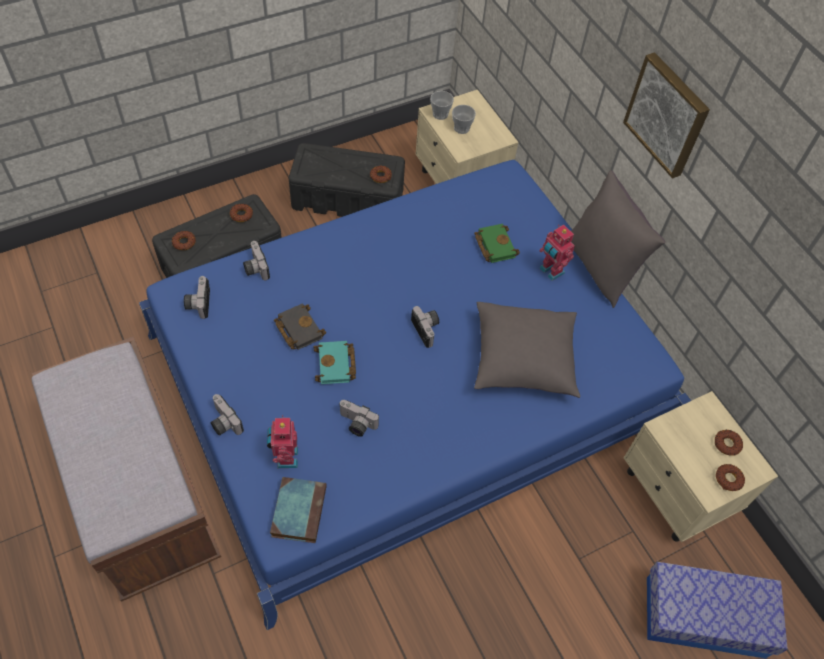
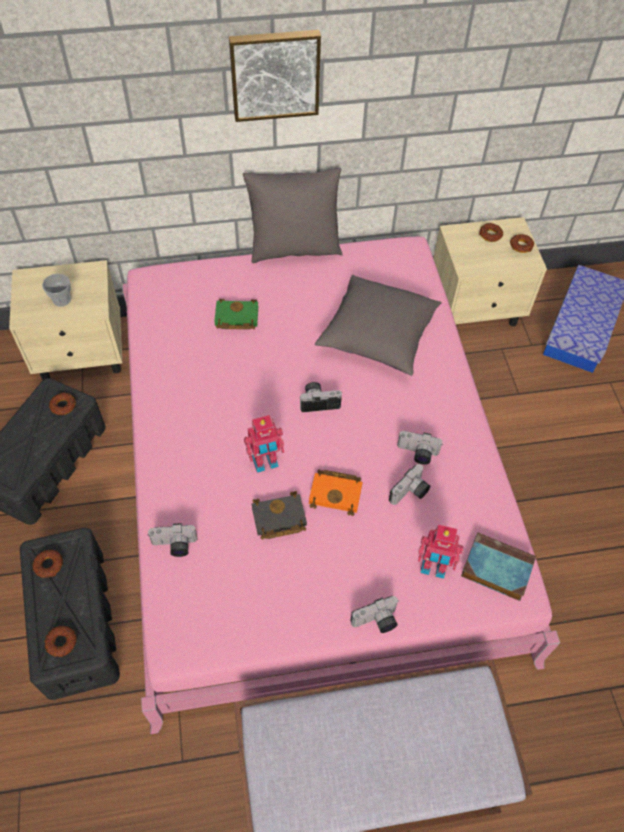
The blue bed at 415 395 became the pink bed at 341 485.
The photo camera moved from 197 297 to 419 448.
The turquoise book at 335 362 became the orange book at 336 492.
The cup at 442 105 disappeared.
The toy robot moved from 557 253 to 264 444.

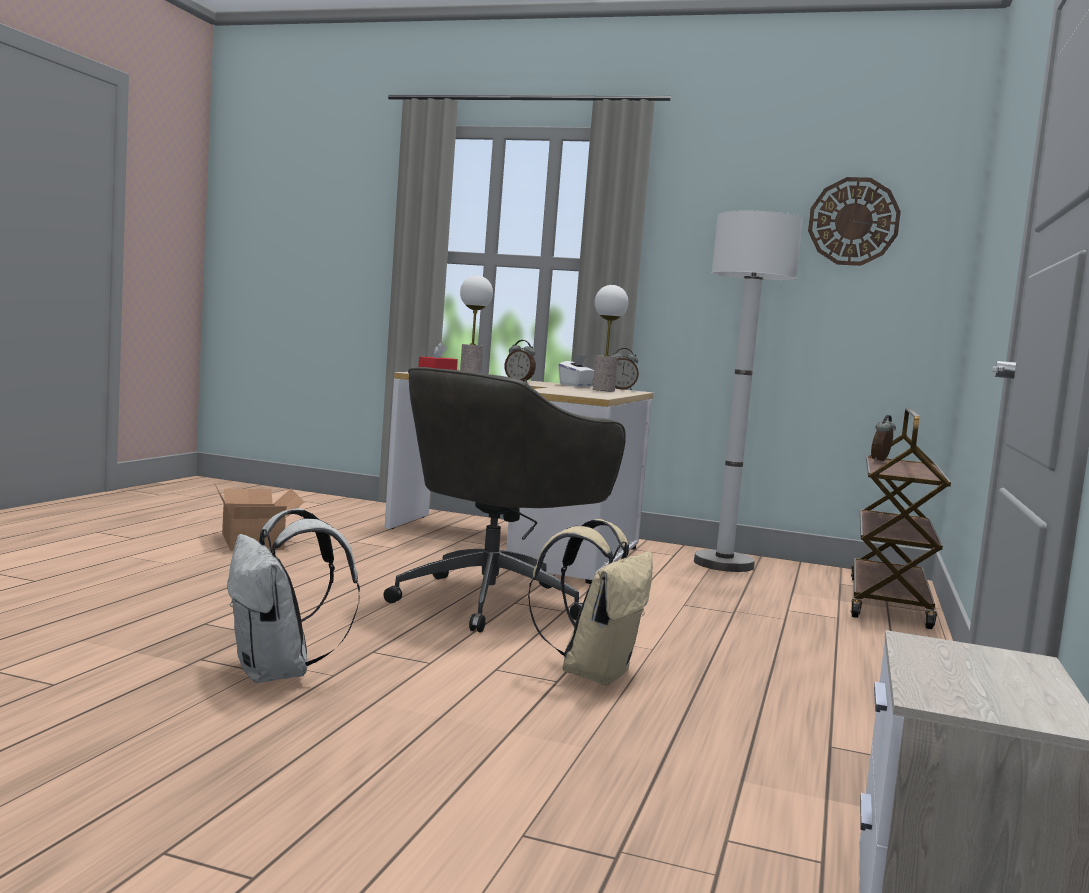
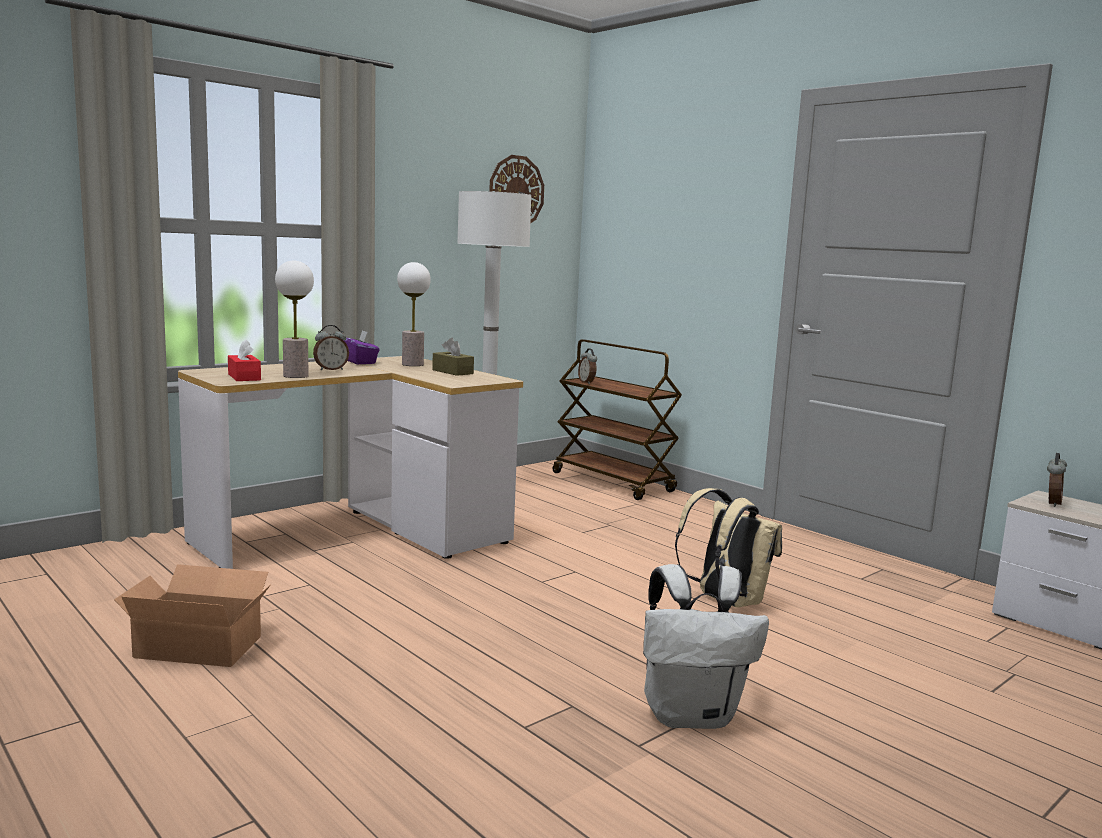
The grey office chair at 504 500 disappeared.
The white tissue box at 576 371 became the purple tissue box at 361 347.
The alarm clock moved from 625 369 to 1057 480.
The brown tissue box at 453 357 appeared.

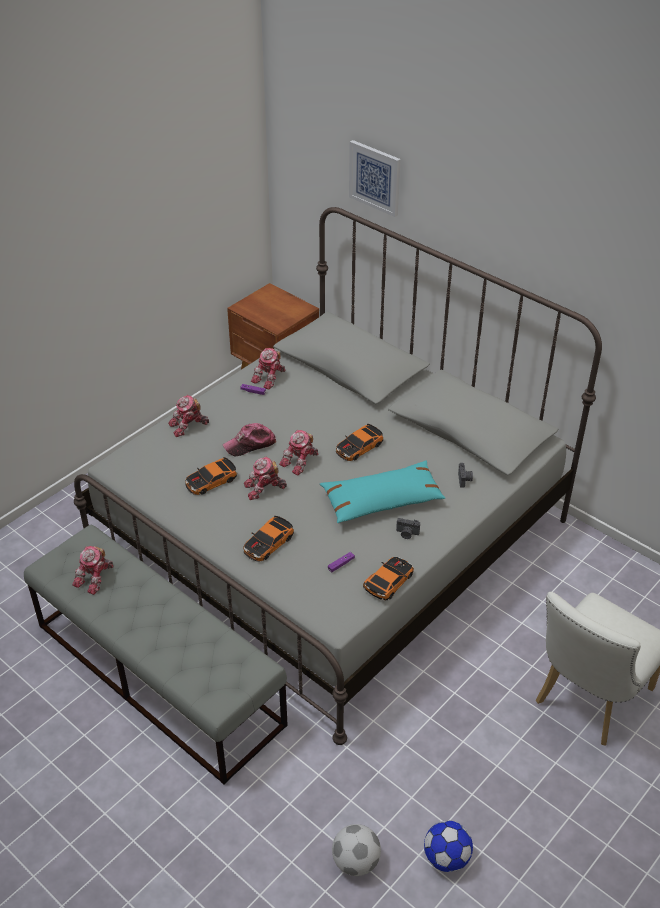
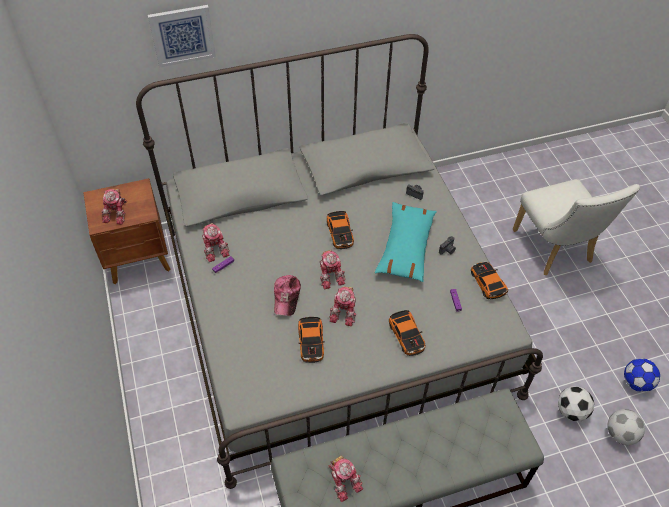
The toy robot moved from 188 416 to 114 207.
The football at 576 403 appeared.

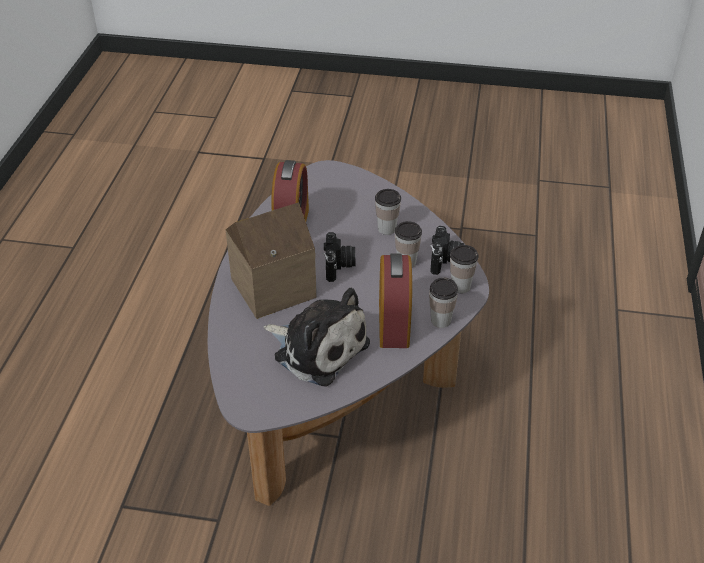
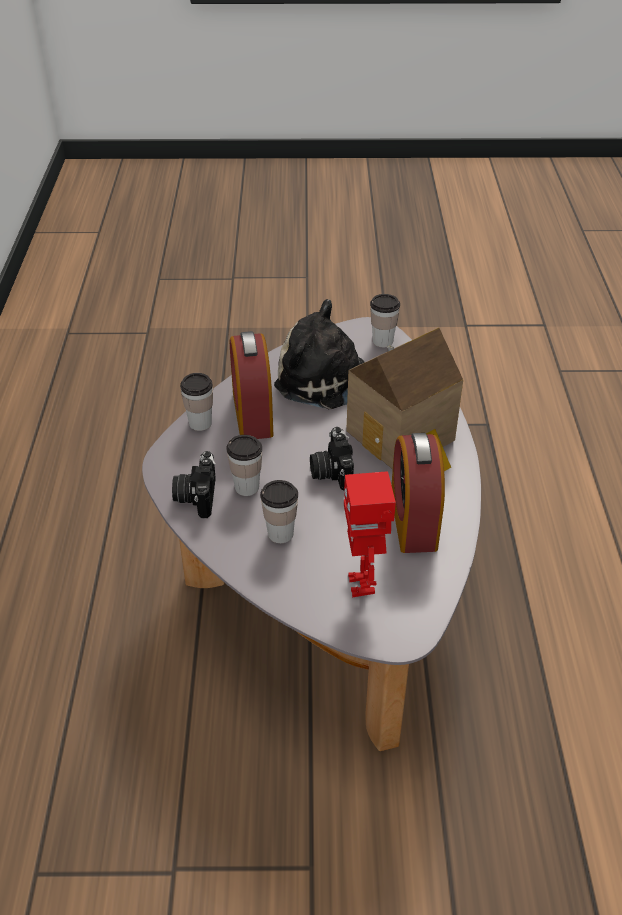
The cup moved from 464 269 to 385 320.
The toy robot at 370 534 appeared.

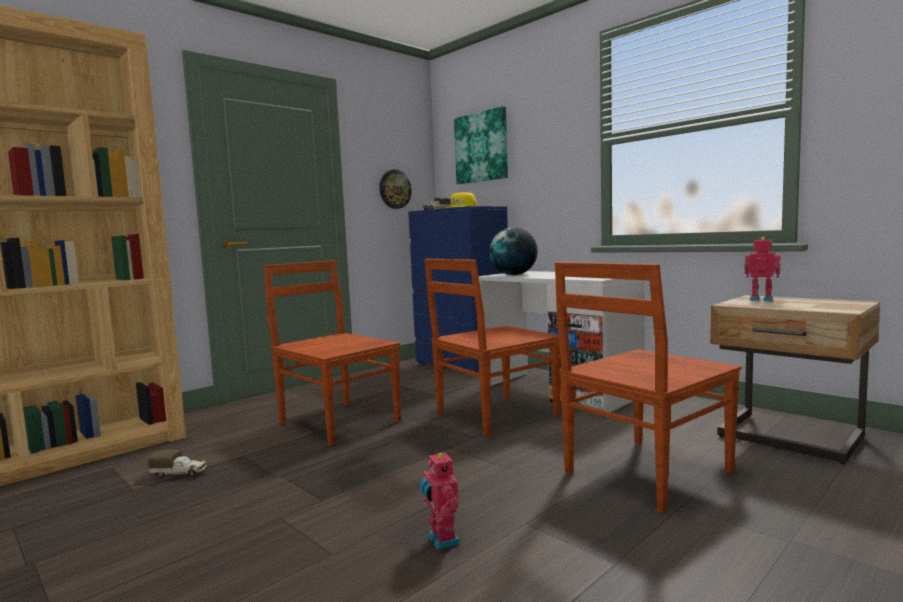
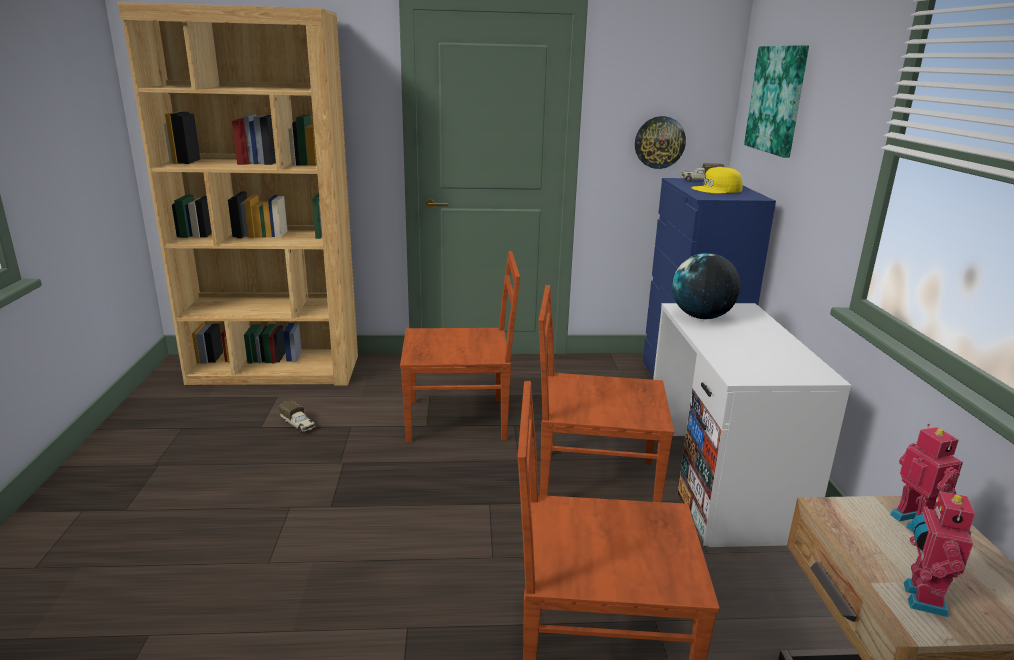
The brown chair at 332 352 turned 90 degrees clockwise.
The toy robot moved from 440 500 to 939 552.

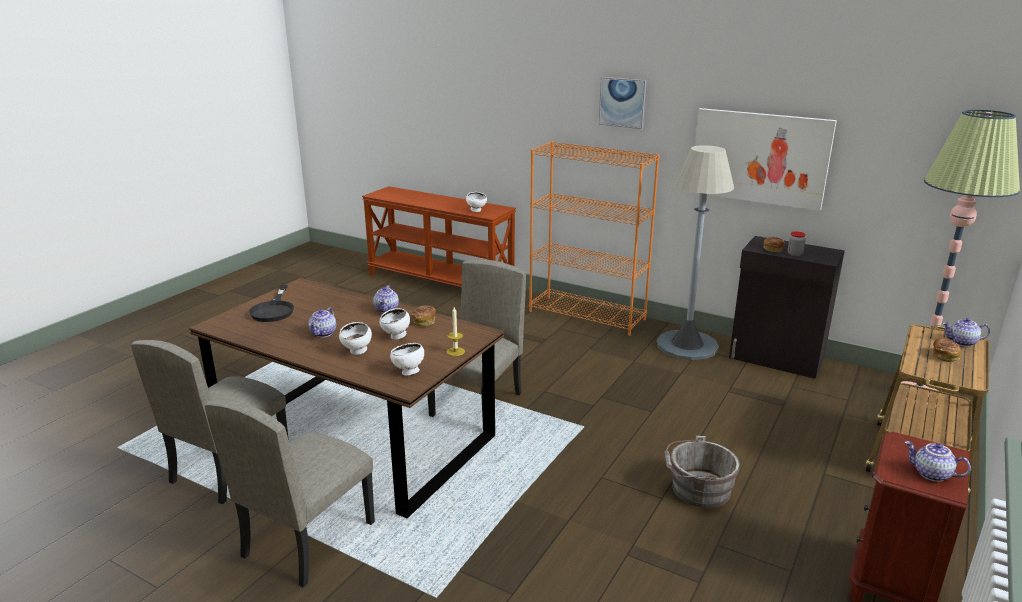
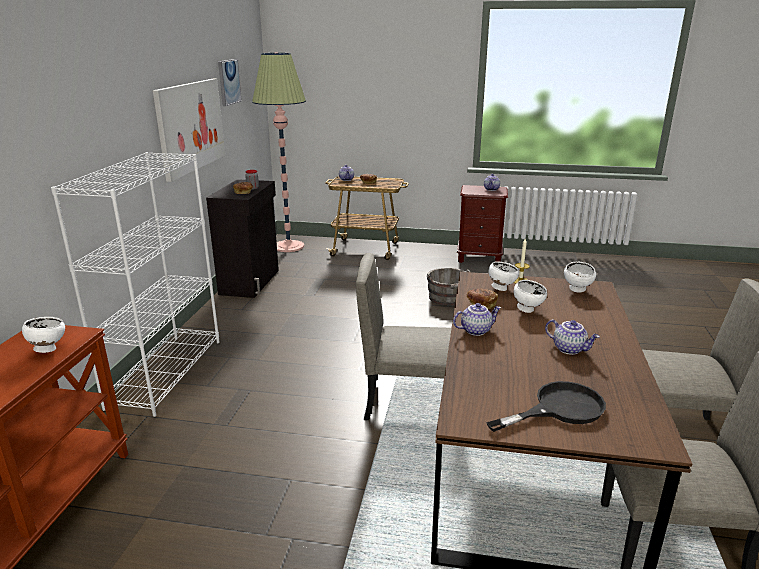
The teapot at 322 322 turned 45 degrees clockwise.
The white bowl moved from 355 338 to 504 276.
The orange bookcase at 594 238 became the white bookcase at 135 284.
The picture moved from 622 103 to 230 82.
The grey floor lamp at 695 252 disappeared.

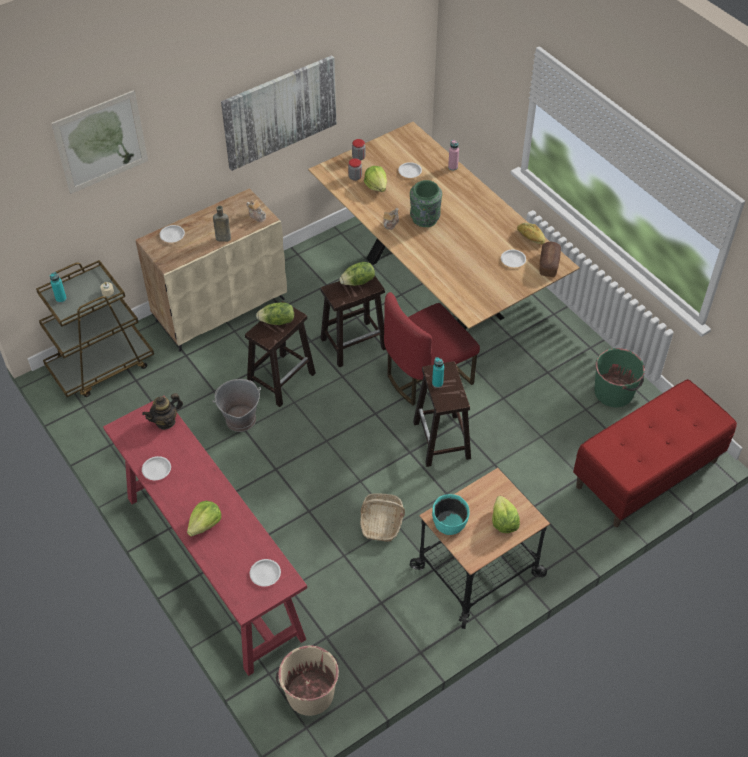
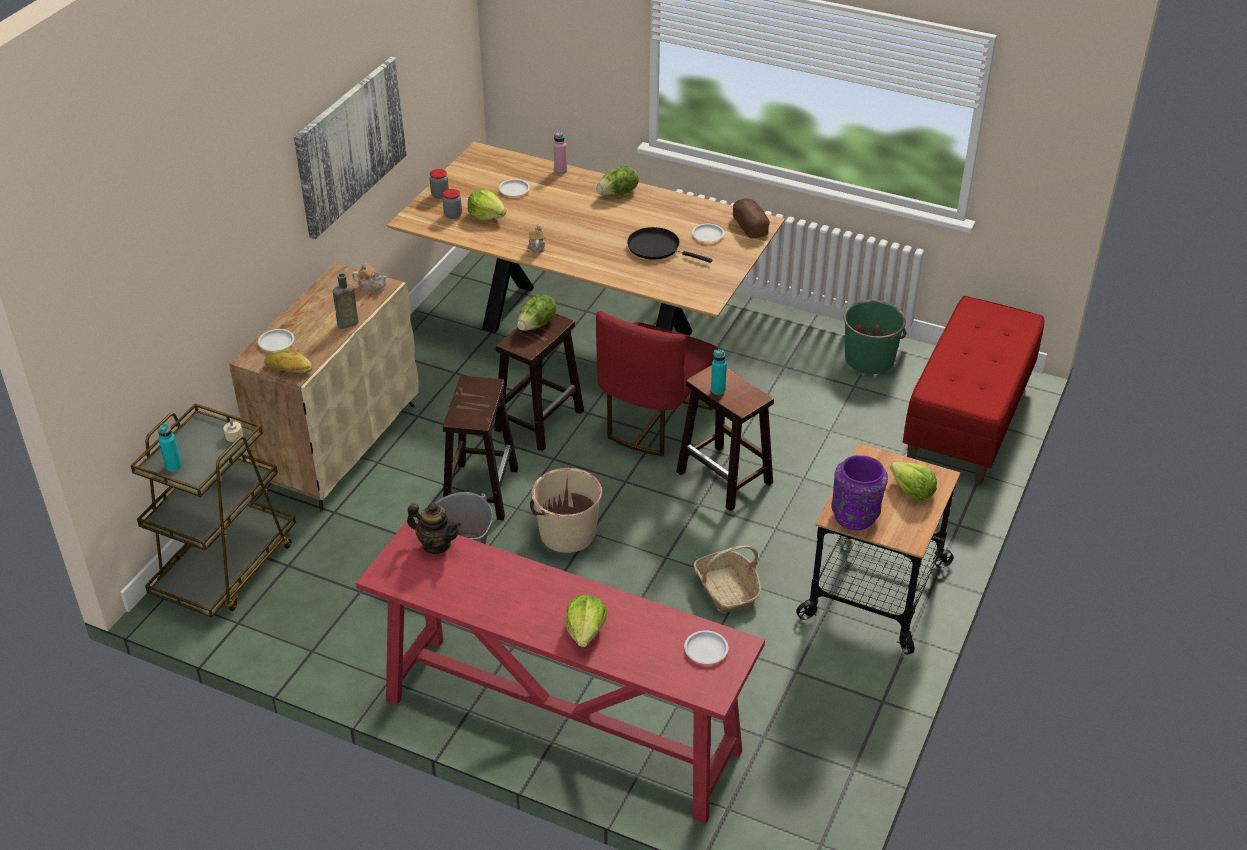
The picture at 99 142 disappeared.
The teapot at 162 411 turned 90 degrees counterclockwise.
The white plate at 156 468 disappeared.
The lettuce moved from 275 313 to 617 181.
The beige bucket moved from 307 681 to 566 510.
The green vase at 426 203 disappeared.
The turquoise bowl at 451 514 was replaced by the purple vase at 859 492.
The bread moved from 531 233 to 288 360.
The black frying pan at 669 245 appeared.

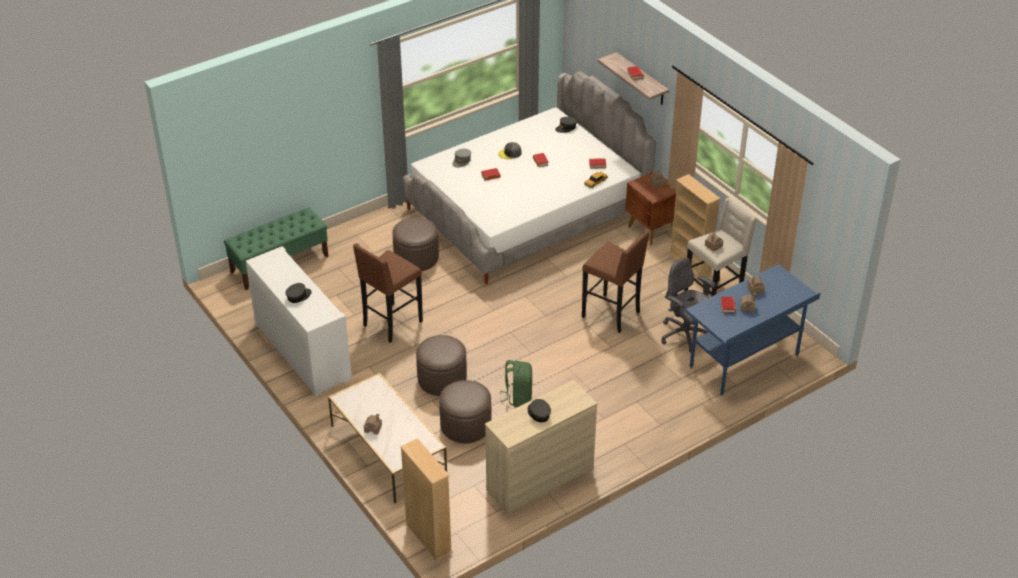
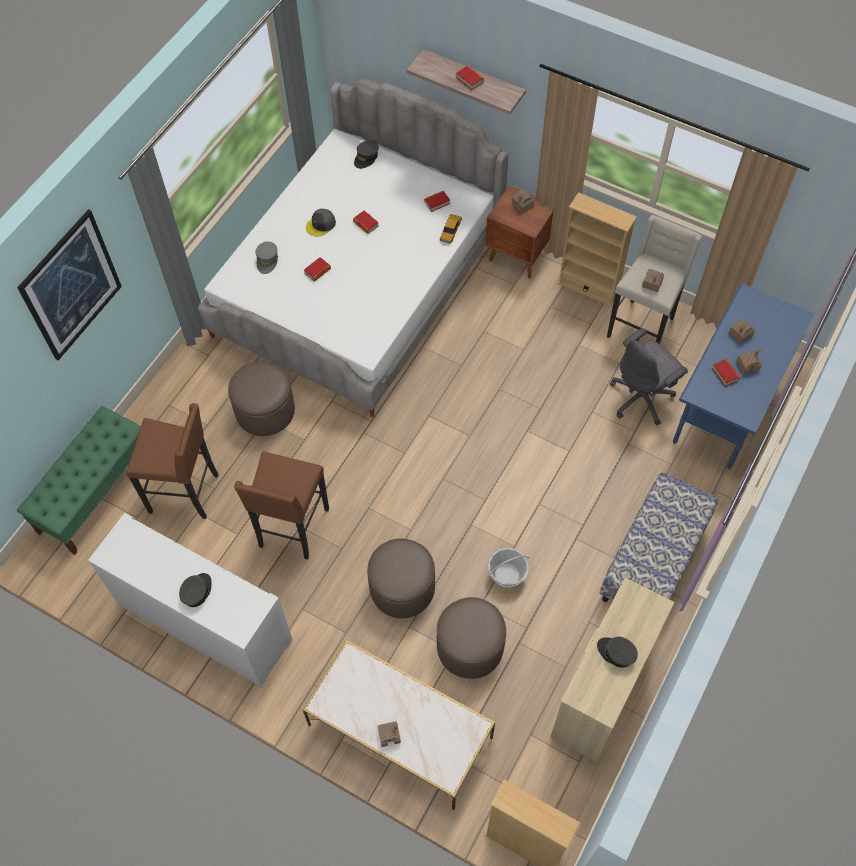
The green backpack at 516 383 was replaced by the basket at 508 568.
The brown stool moved from 616 281 to 172 461.
The grey office chair at 688 305 turned 60 degrees counterclockwise.
The picture at 69 285 appeared.
The bench at 659 537 appeared.

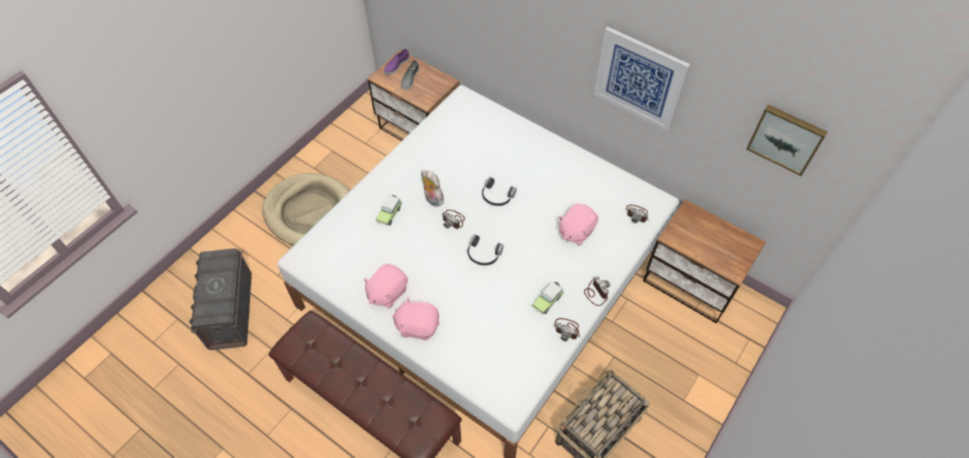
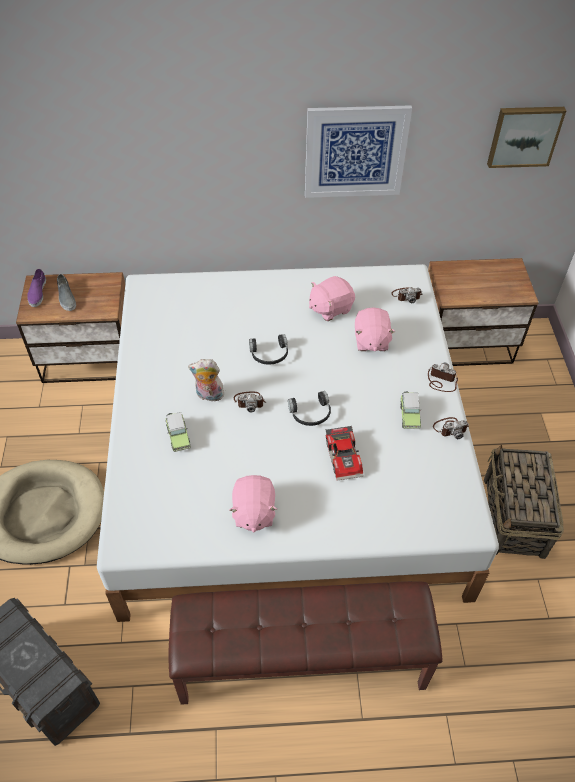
The pink plush toy moved from 416 318 to 332 298.
The toy car at 344 453 appeared.

